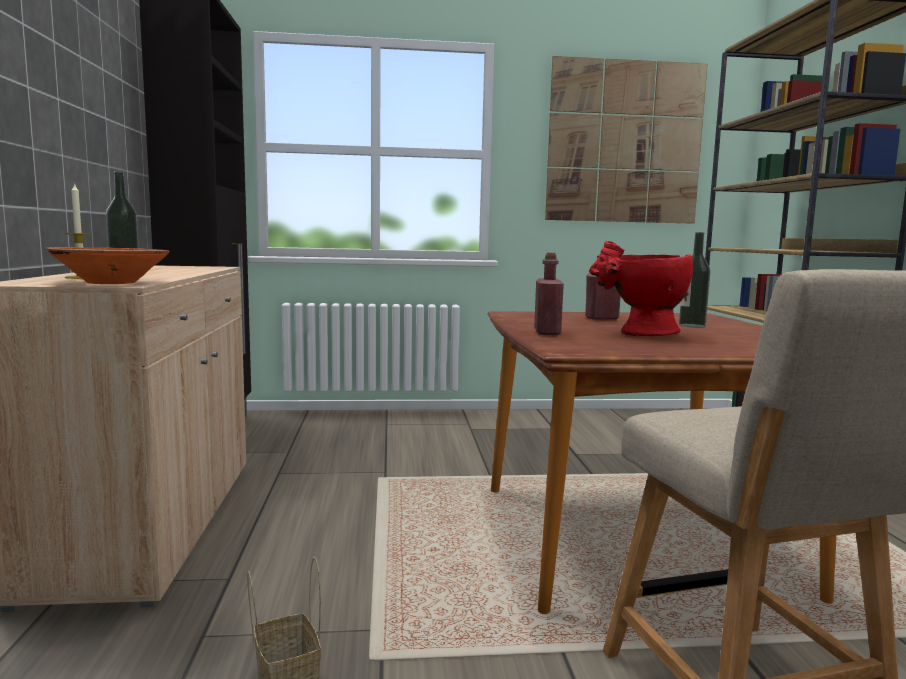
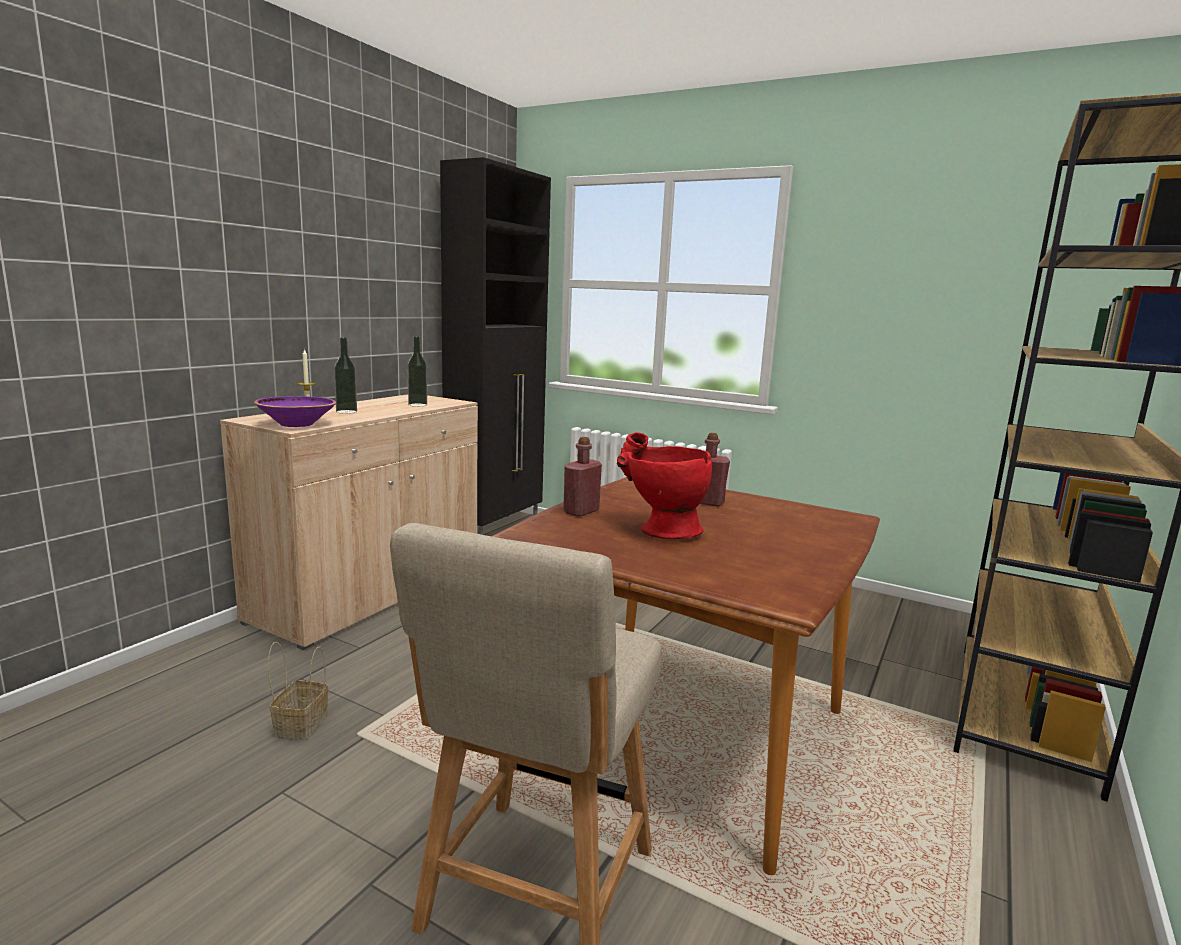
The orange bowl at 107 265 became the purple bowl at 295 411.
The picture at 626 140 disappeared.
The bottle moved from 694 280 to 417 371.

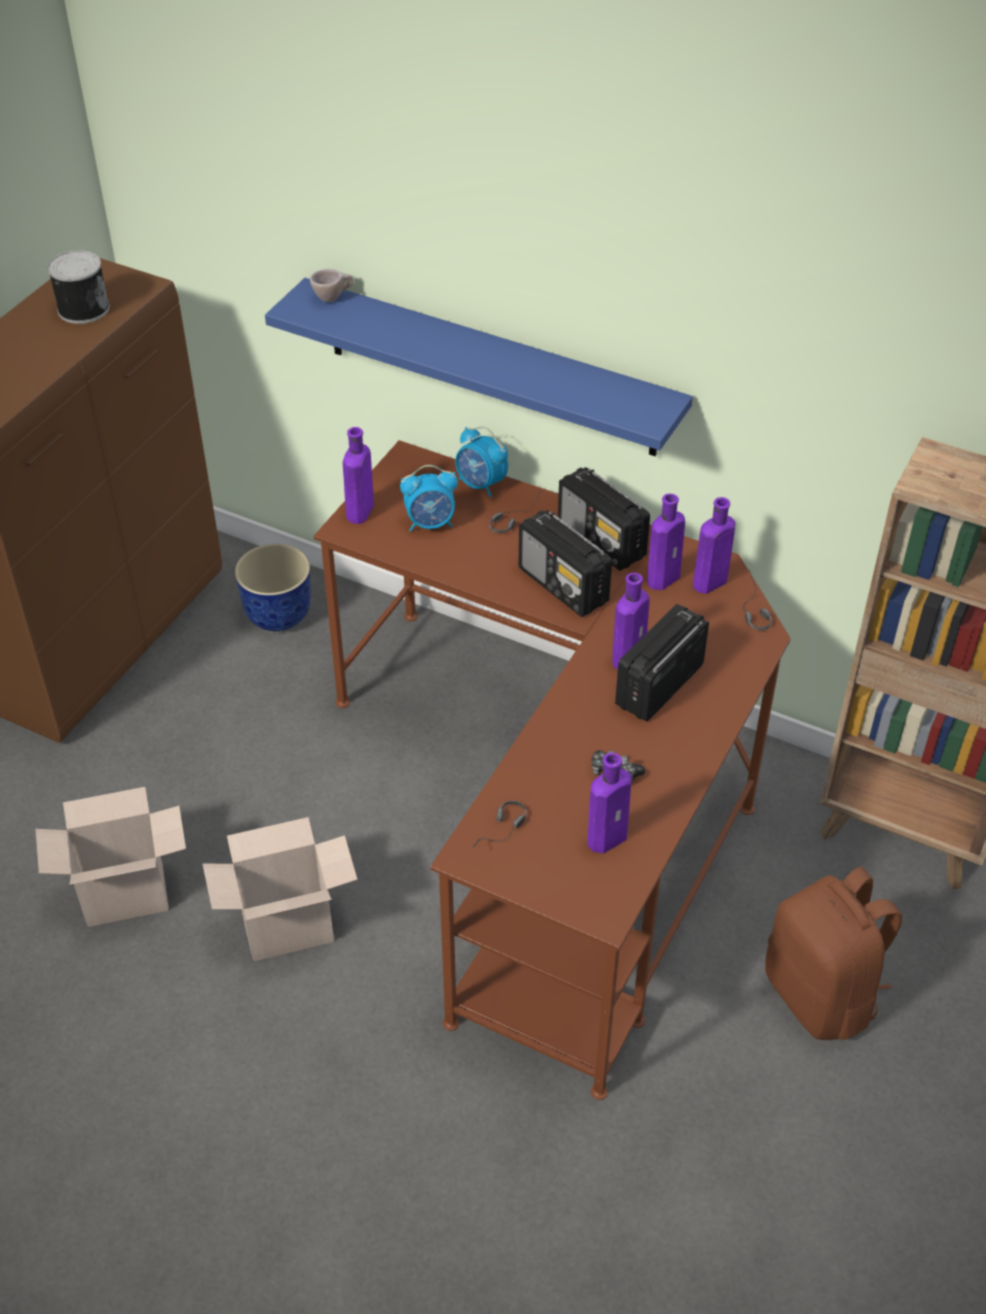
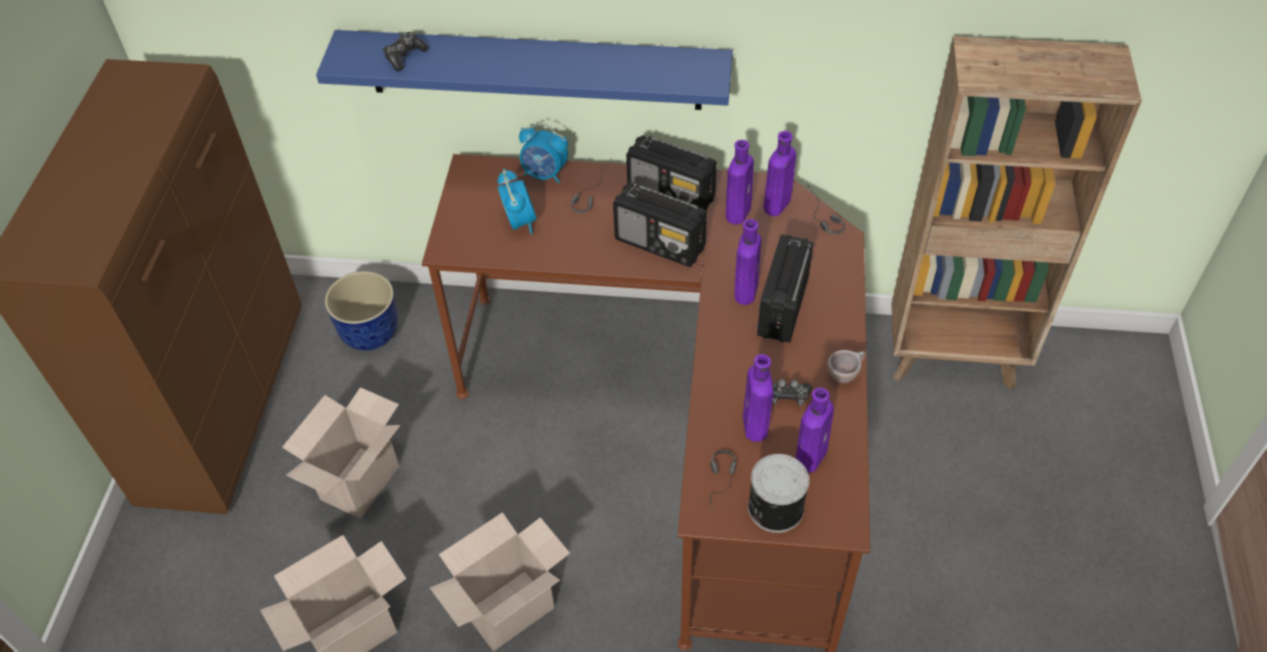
The can moved from 79 287 to 778 493.
The beige cup moved from 331 285 to 846 366.
The purple bottle moved from 358 475 to 758 398.
The alarm clock at 429 498 turned 75 degrees counterclockwise.
The brown backpack at 833 953 disappeared.
The cardboard box at 341 453 appeared.
The game controller at 405 51 appeared.

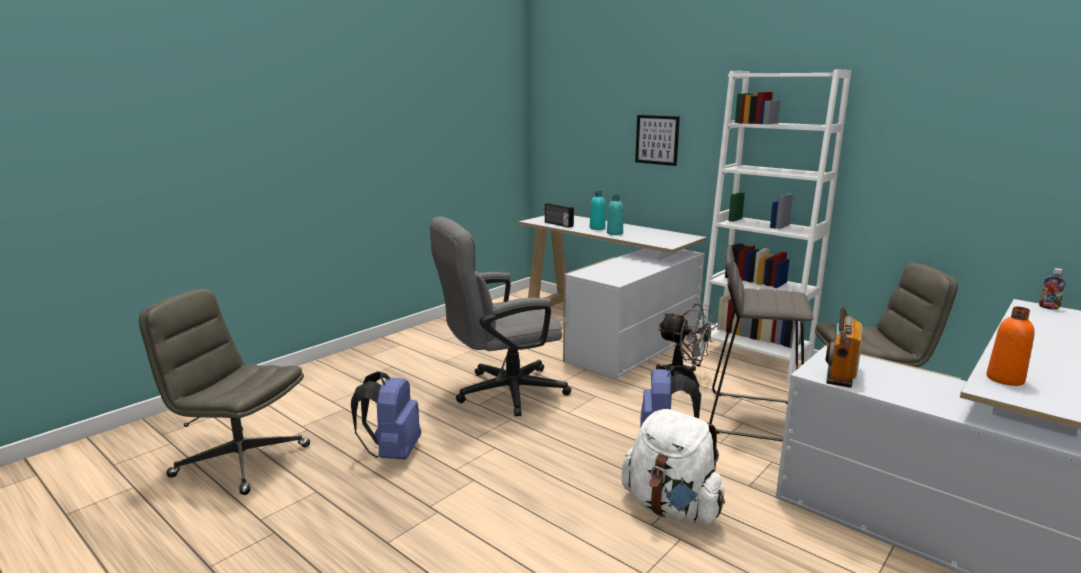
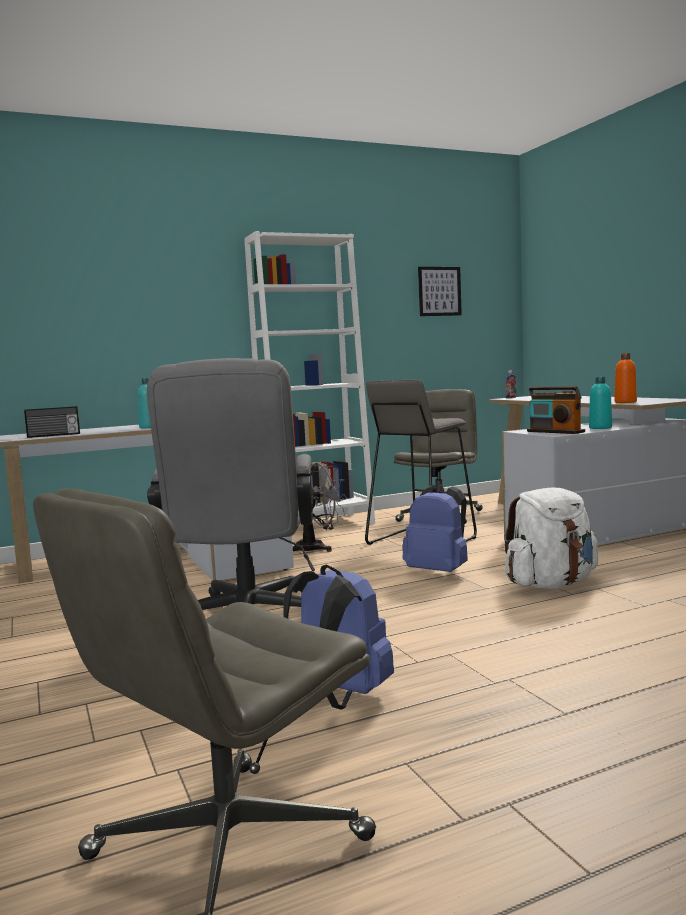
The turquoise bottle moved from 598 210 to 600 403.
The picture moved from 657 140 to 440 291.

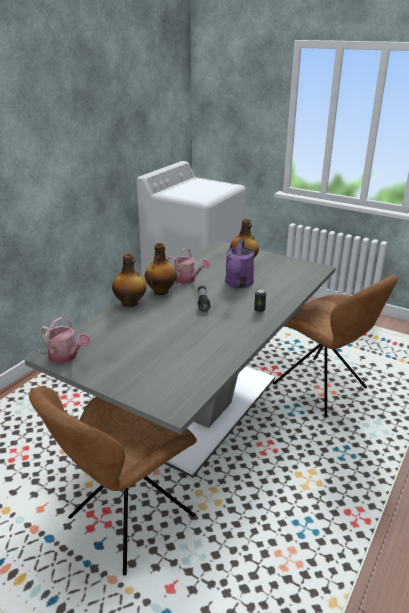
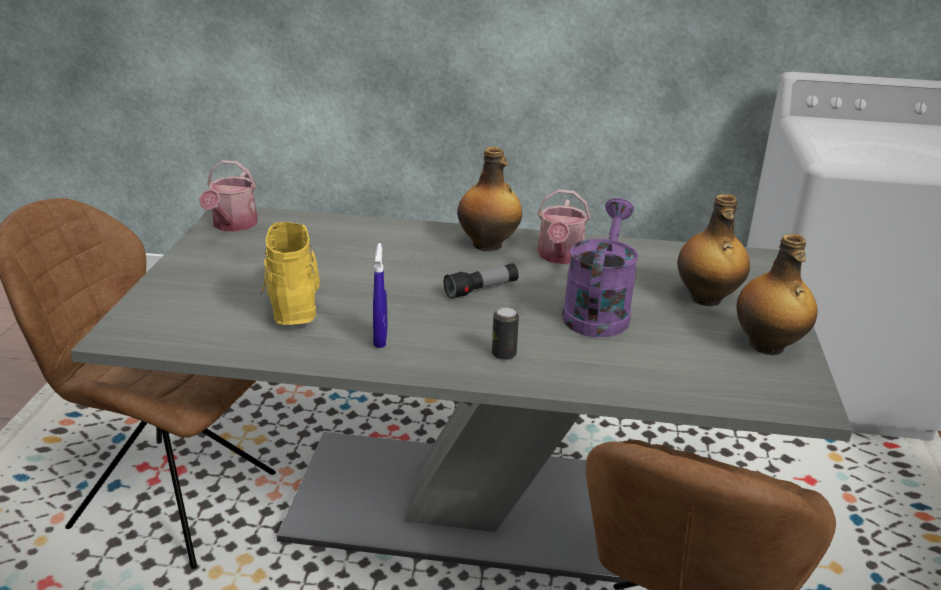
The bottle moved from 129 280 to 776 294.
The purple watering can at 239 263 turned 120 degrees clockwise.
The yellow boot at 290 273 appeared.
The blue spray bottle at 380 295 appeared.

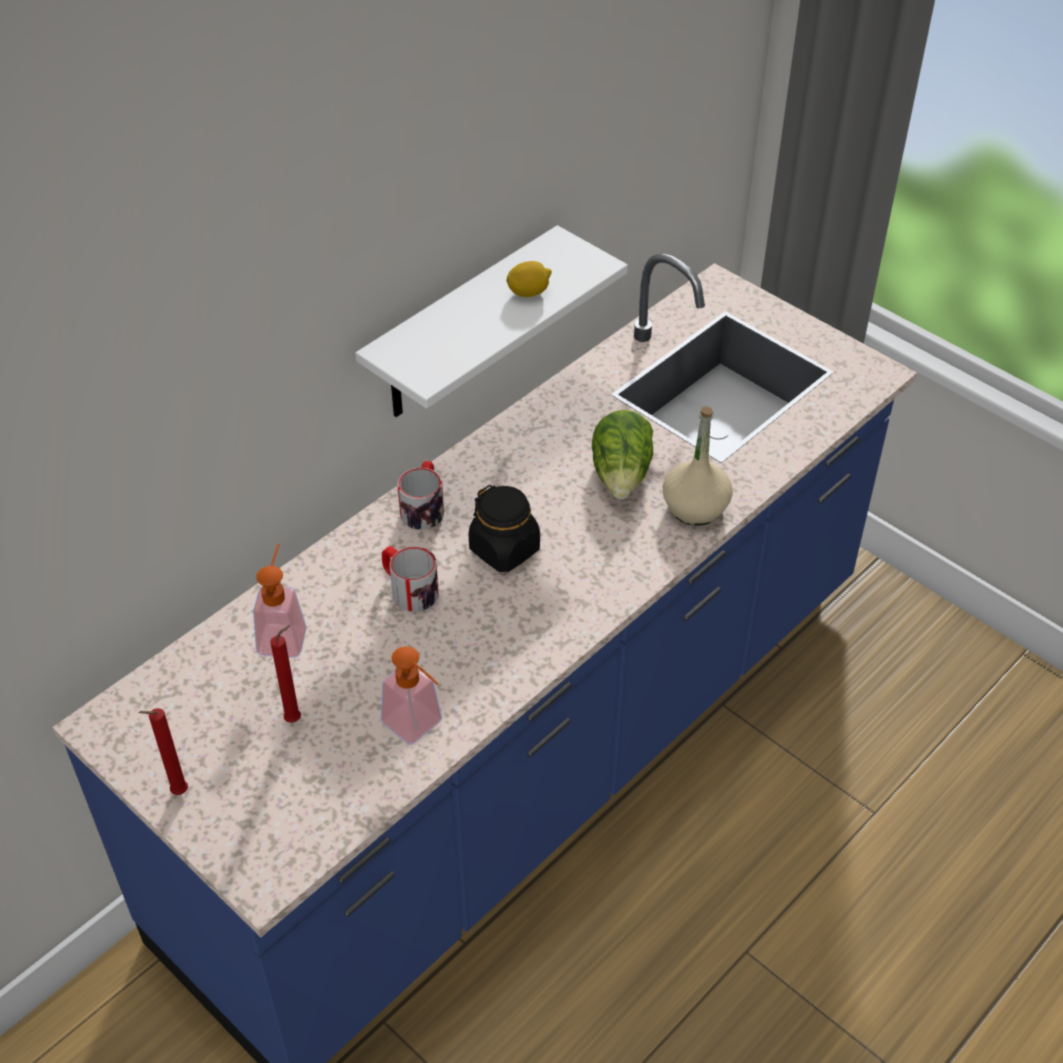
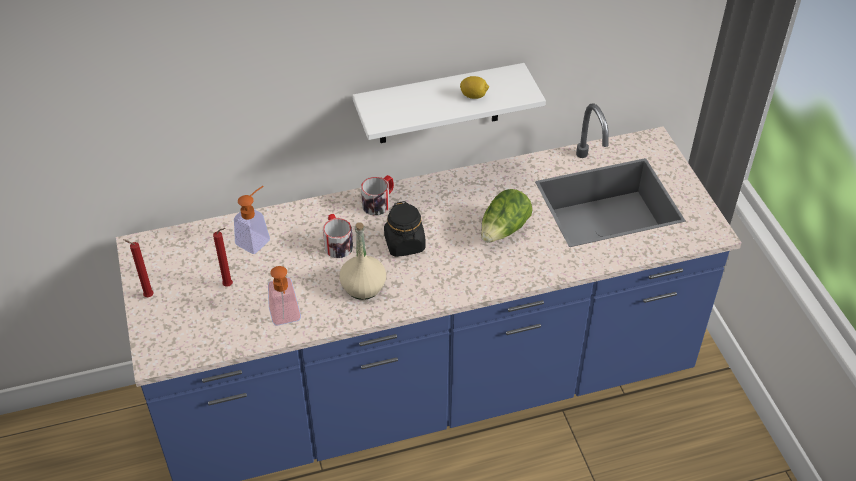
The beige bottle moved from 698 466 to 362 261.

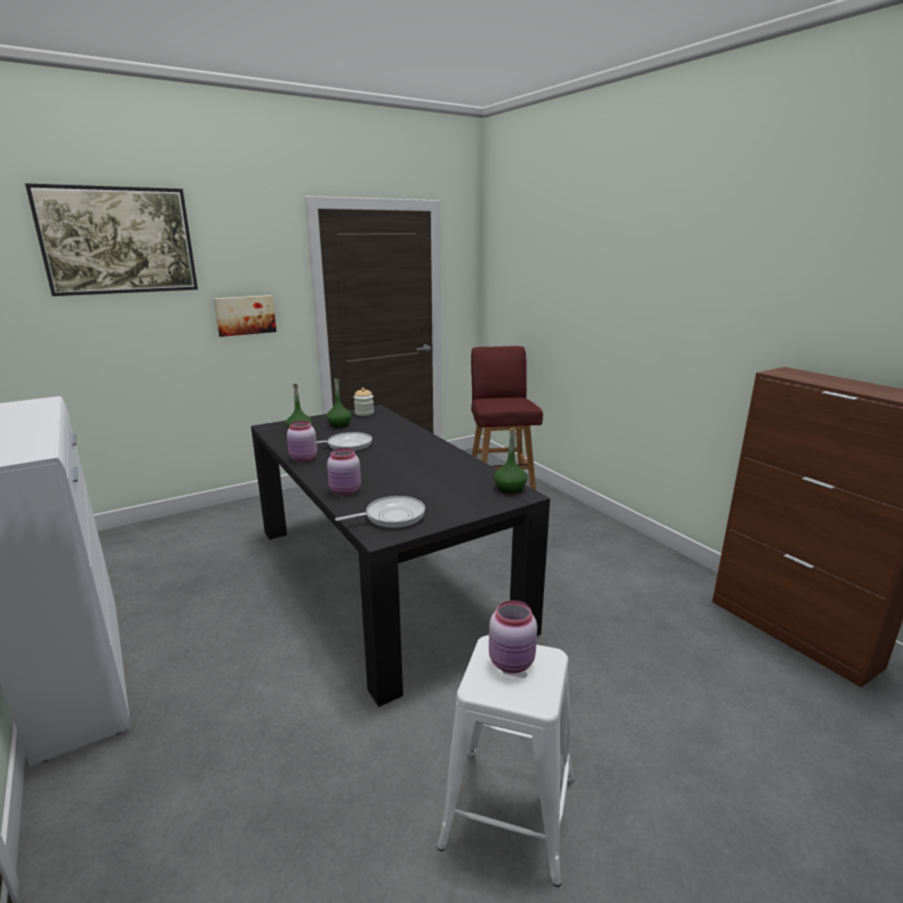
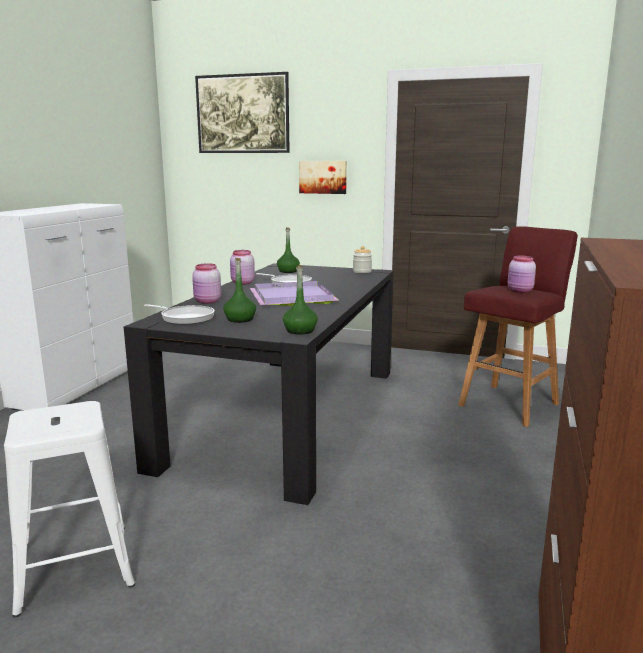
The green bottle moved from 339 402 to 239 290.
The pink jar moved from 513 636 to 522 274.
The purple tray at 295 293 appeared.

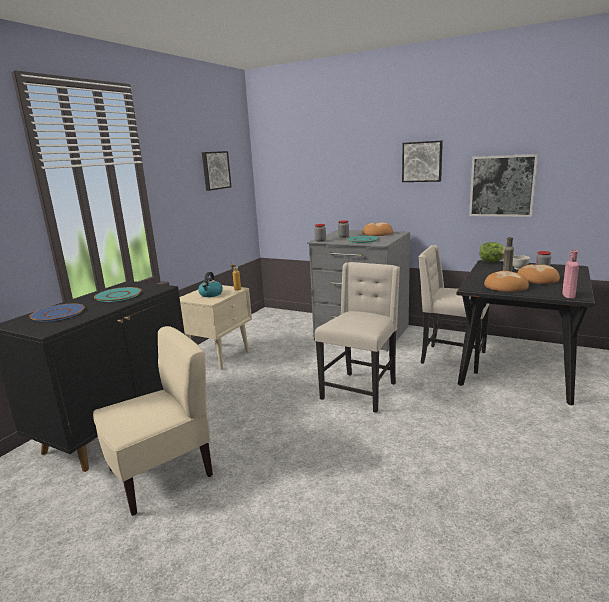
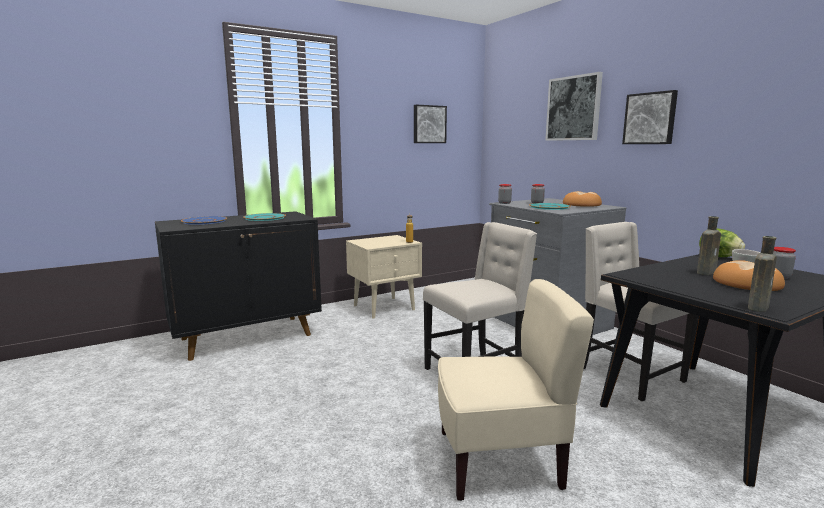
The beige chair moved from 153 421 to 516 390.
The kettle at 210 284 disappeared.
The picture moved from 503 185 to 574 106.
The bread at 506 281 disappeared.
The pink bottle at 570 274 became the brown bottle at 762 274.

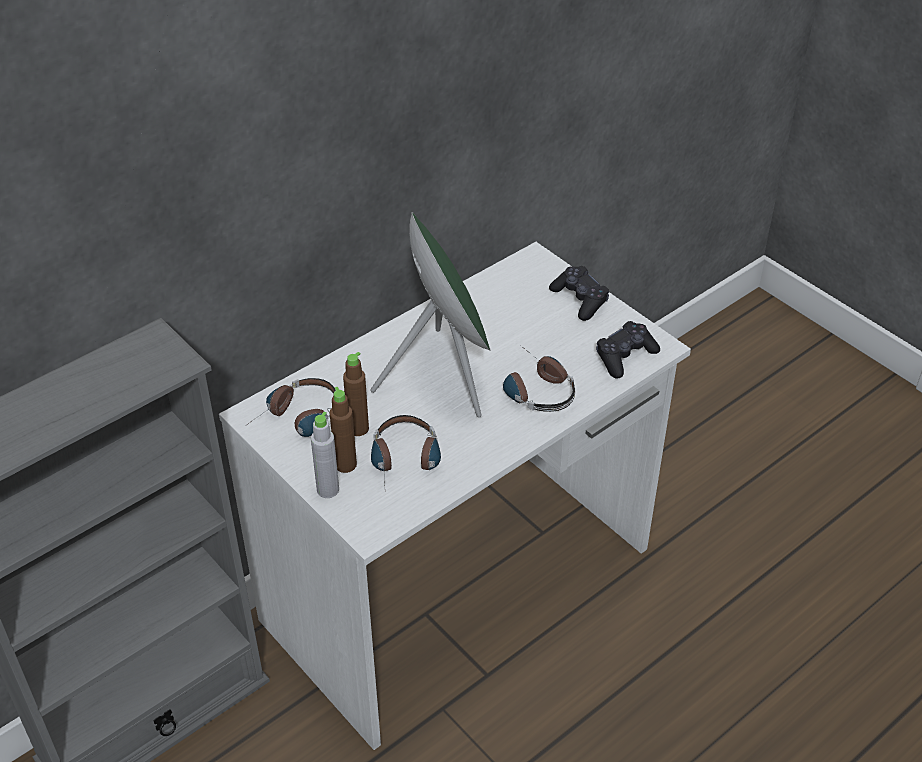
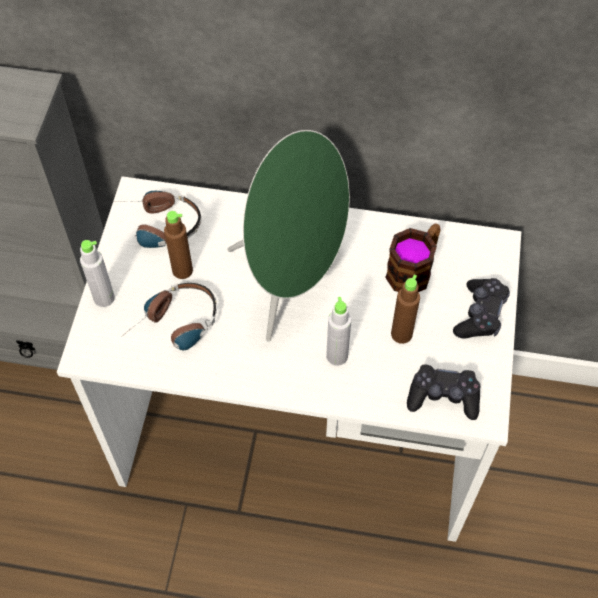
The brown bottle moved from 343 430 to 405 309.
The headphones at 539 379 was replaced by the grey bottle at 338 331.
The mug at 413 257 appeared.

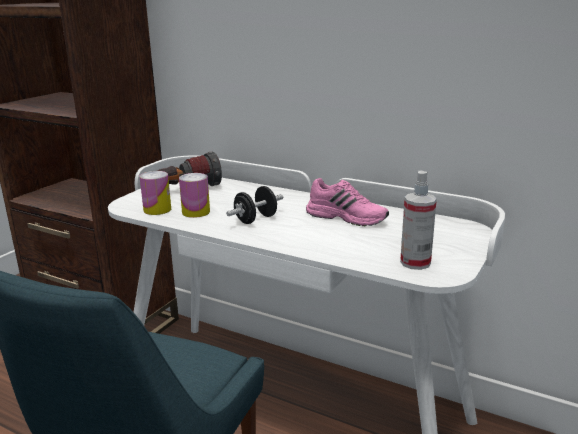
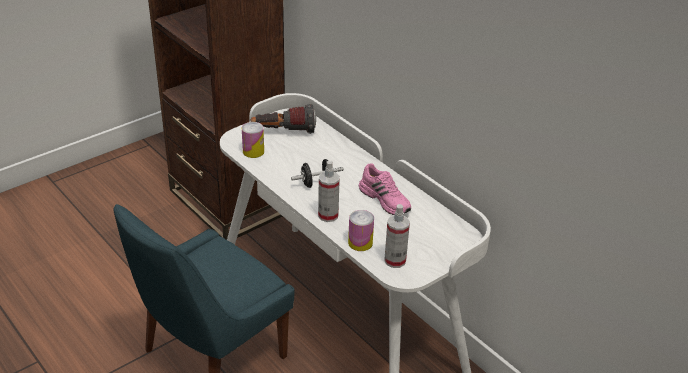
The can moved from 194 195 to 361 230.
The spray bottle at 329 191 appeared.

